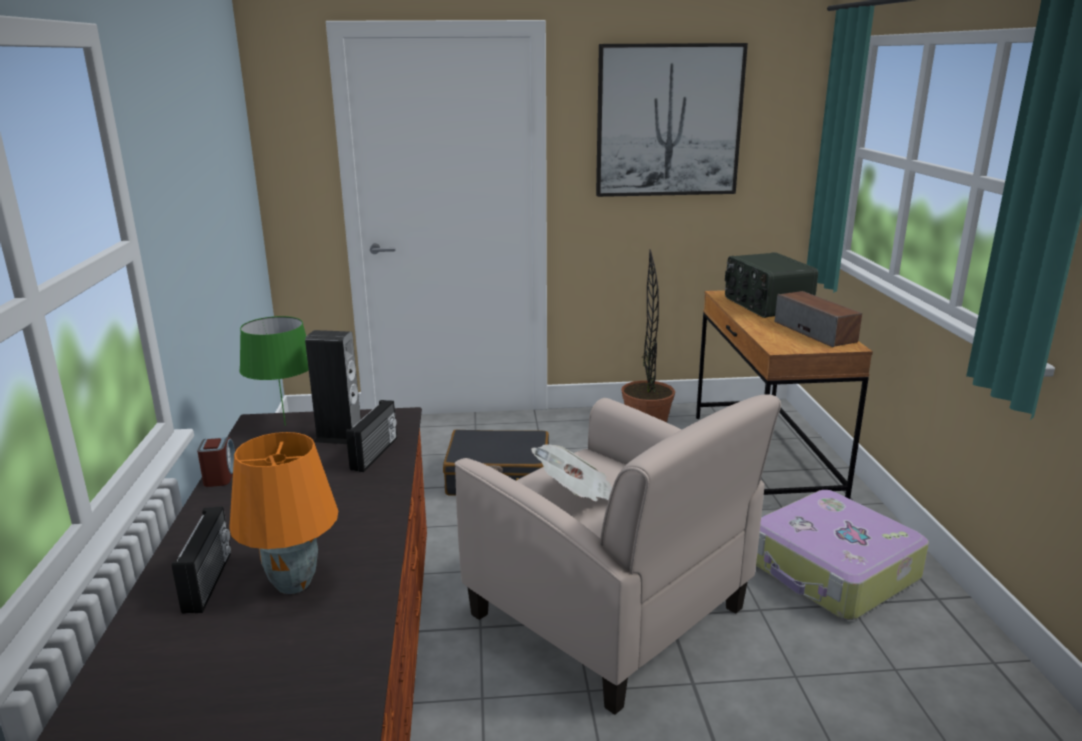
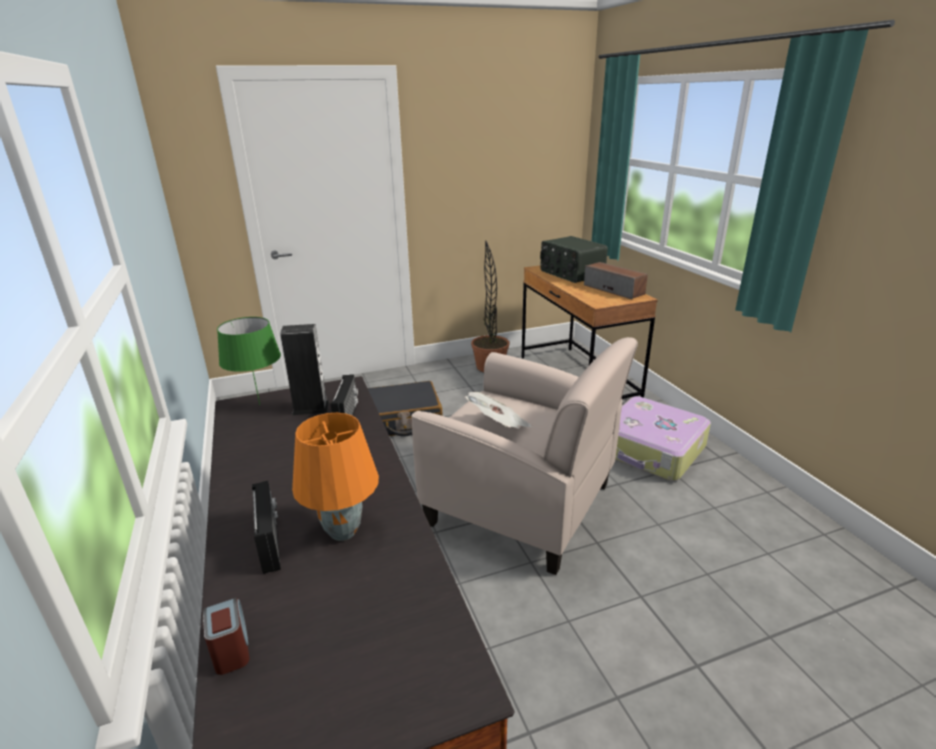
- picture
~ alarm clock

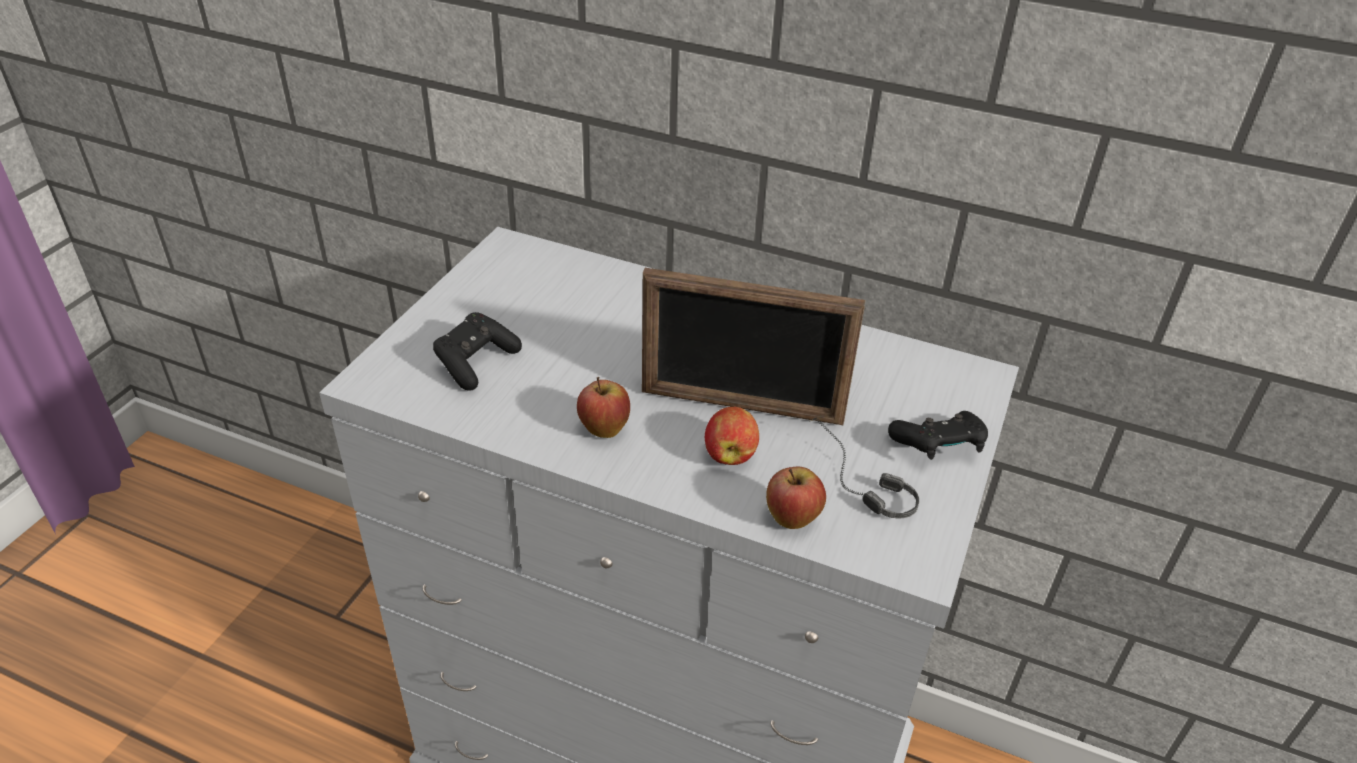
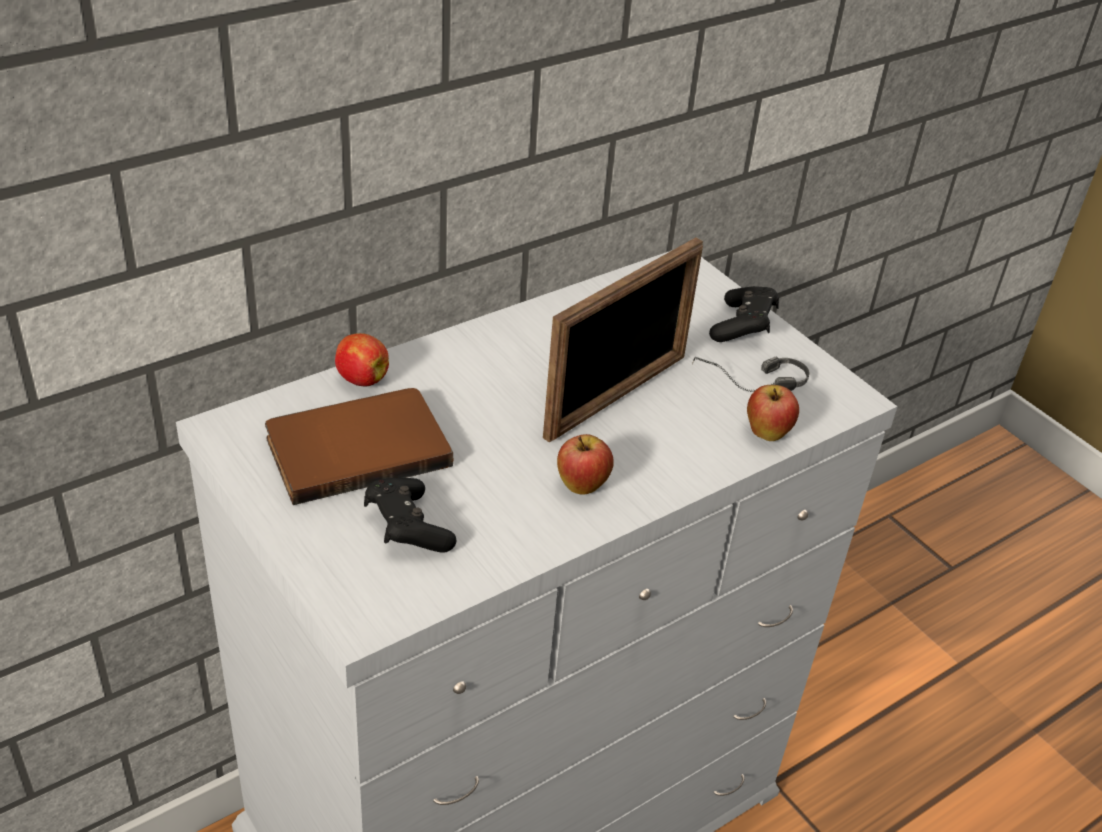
+ brown book
~ apple (no. 2 from left in the first image) to apple (no. 1 from left)

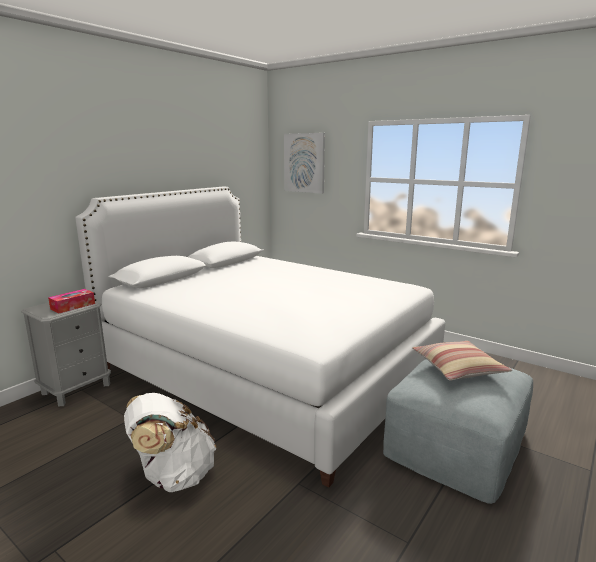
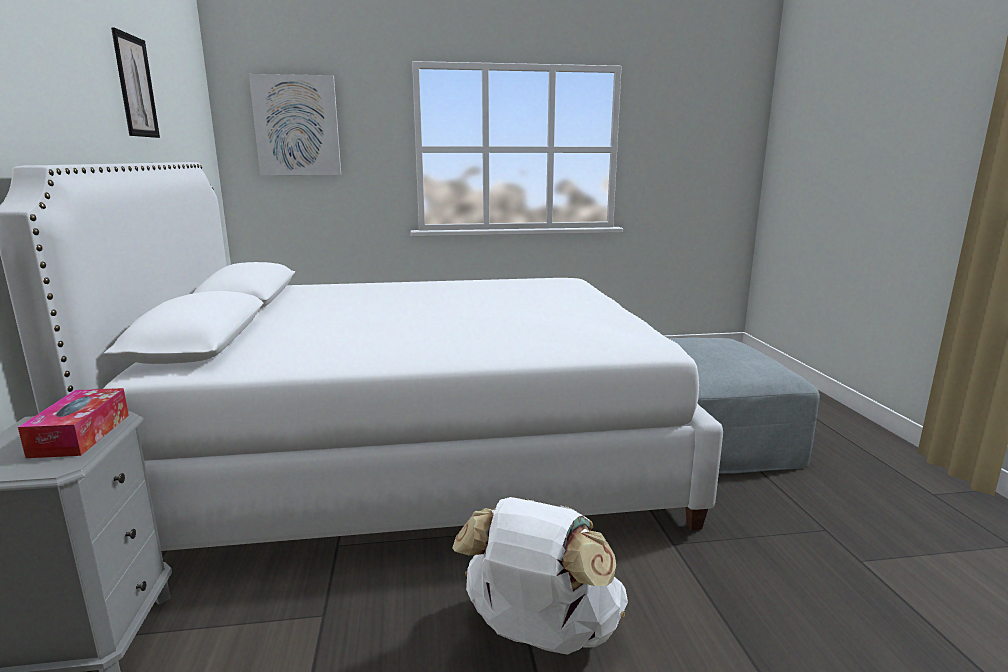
- pillow
+ picture (no. 1 from left)

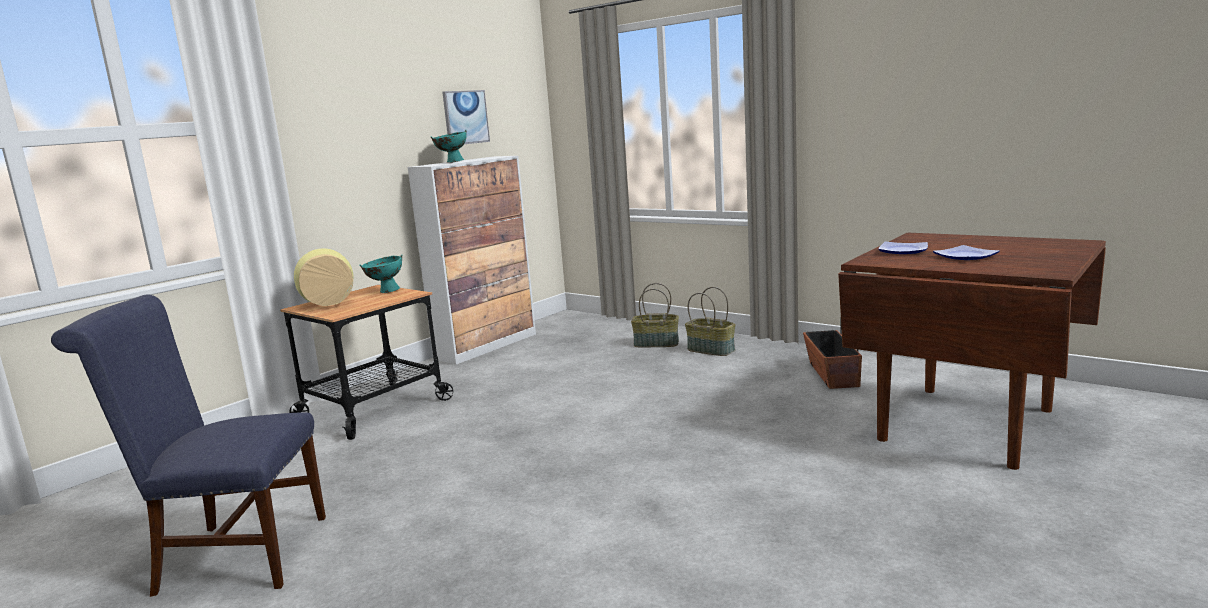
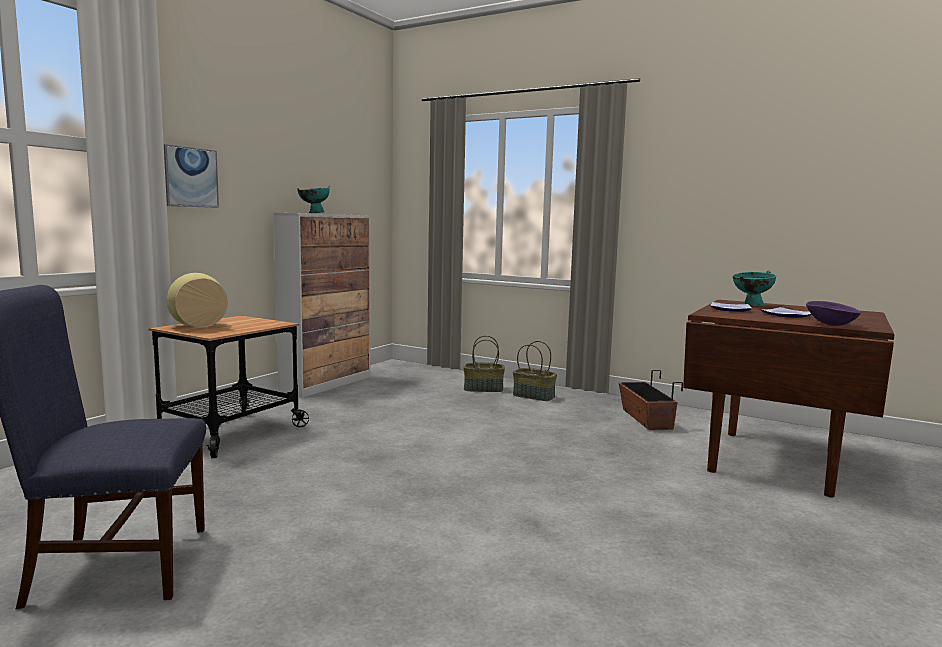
+ purple bowl
~ turquoise bowl (no. 1 from left in the first image) to turquoise bowl (no. 2 from left)
~ picture

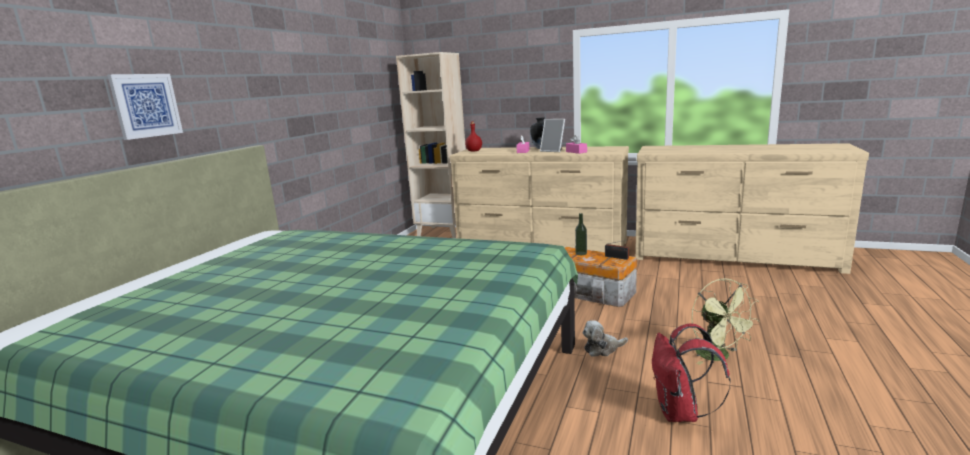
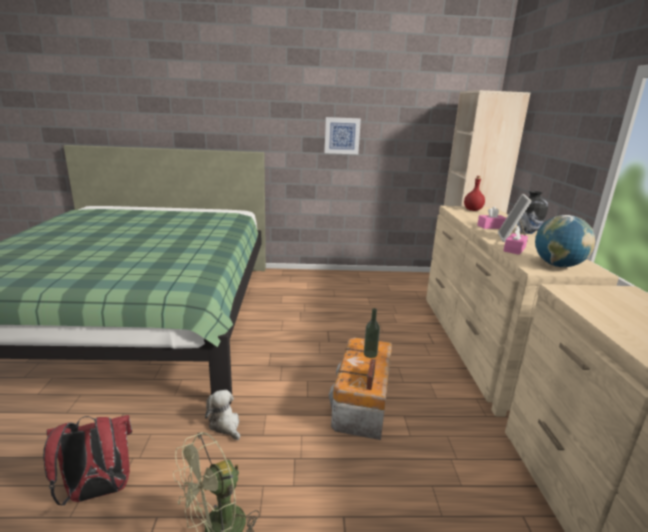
+ globe
~ picture

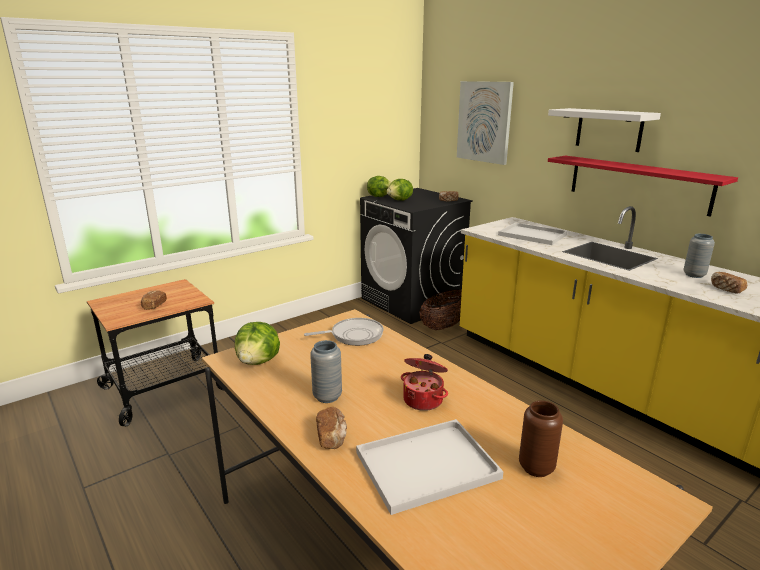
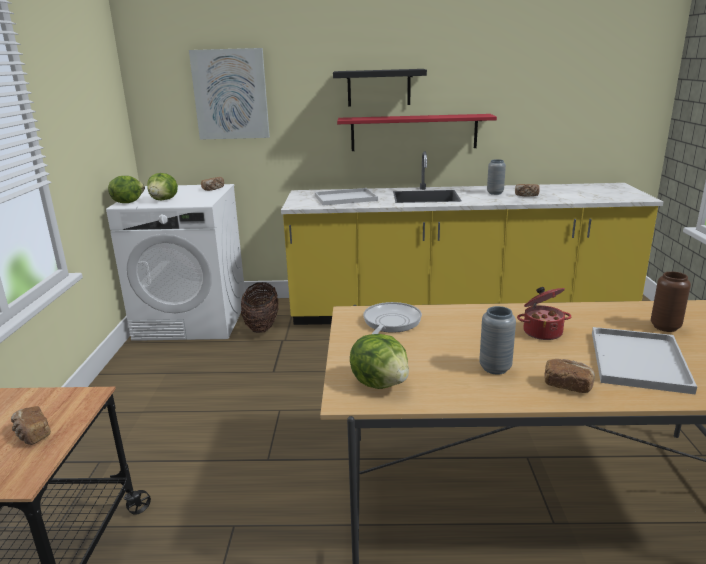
~ black washing machine to white washing machine
~ white shelf to black shelf

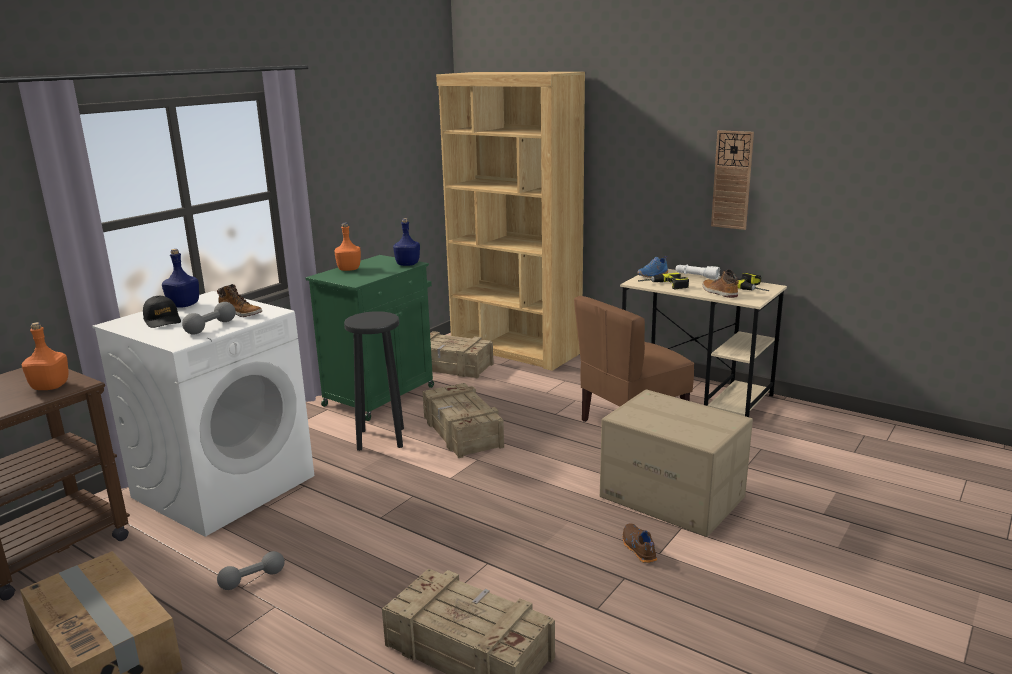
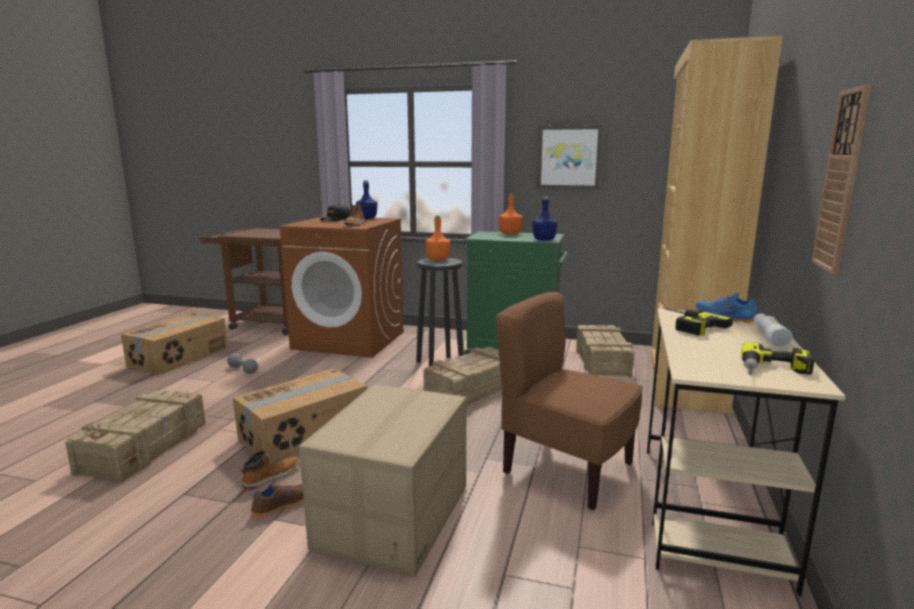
- grey dumbbell (no. 1 from left)
+ cardboard box (no. 2 from left)
+ picture
~ orange bottle (no. 1 from left)
~ boot (no. 2 from left in the first image) to boot (no. 1 from left)
~ white washing machine to brown washing machine

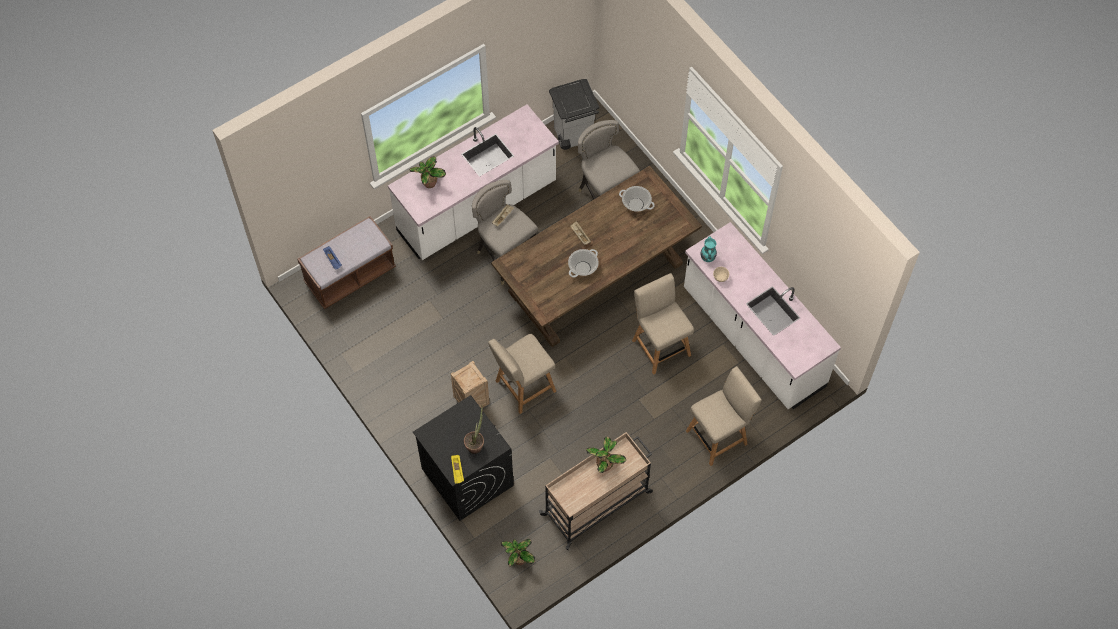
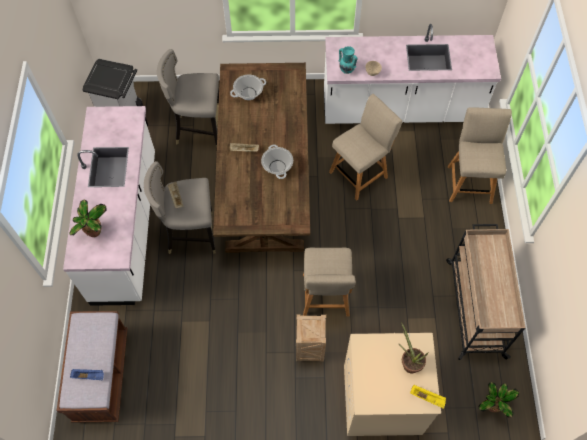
- potted plant (no. 4 from left)
~ black washing machine to beige washing machine
~ beige chair (no. 2 from left) 135 degrees clockwise

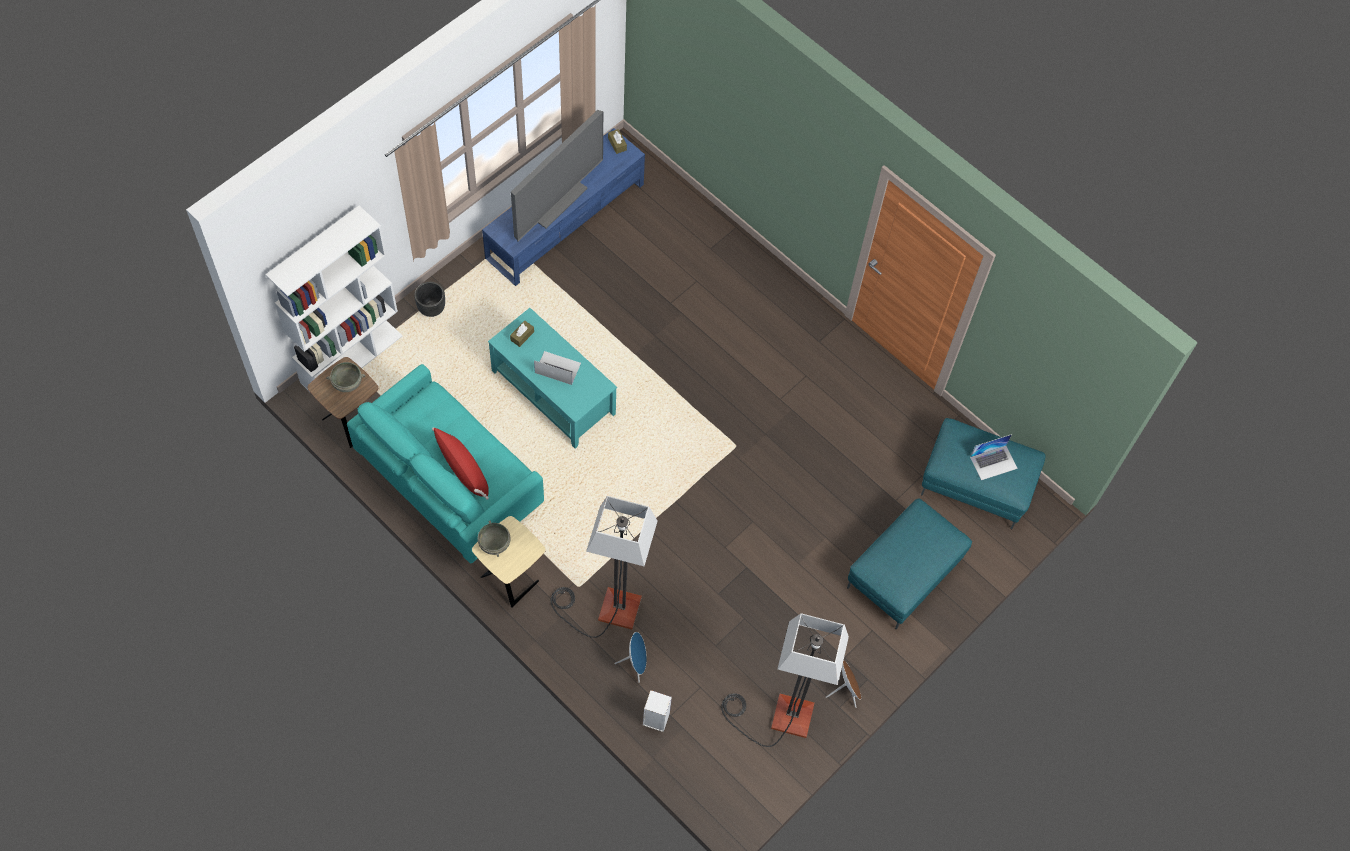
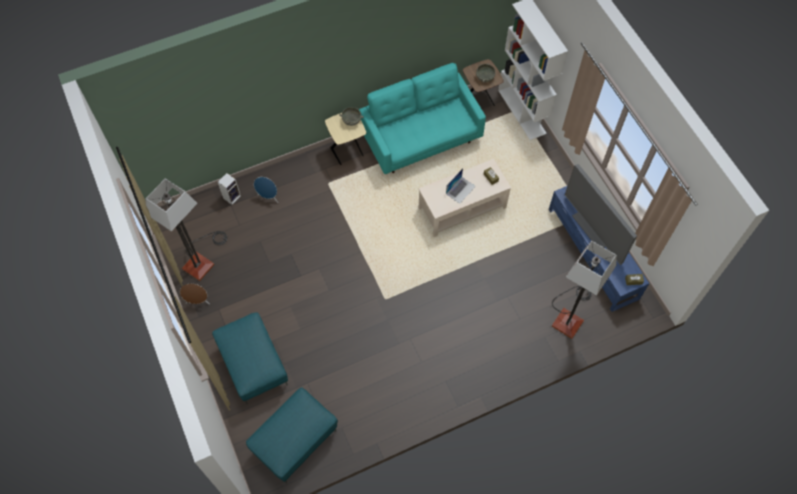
- black planter
- red pillow
- laptop (no. 2 from left)
~ floor lamp (no. 1 from left in the first image) to floor lamp (no. 2 from left)
~ turquoise coffee table to beige coffee table

